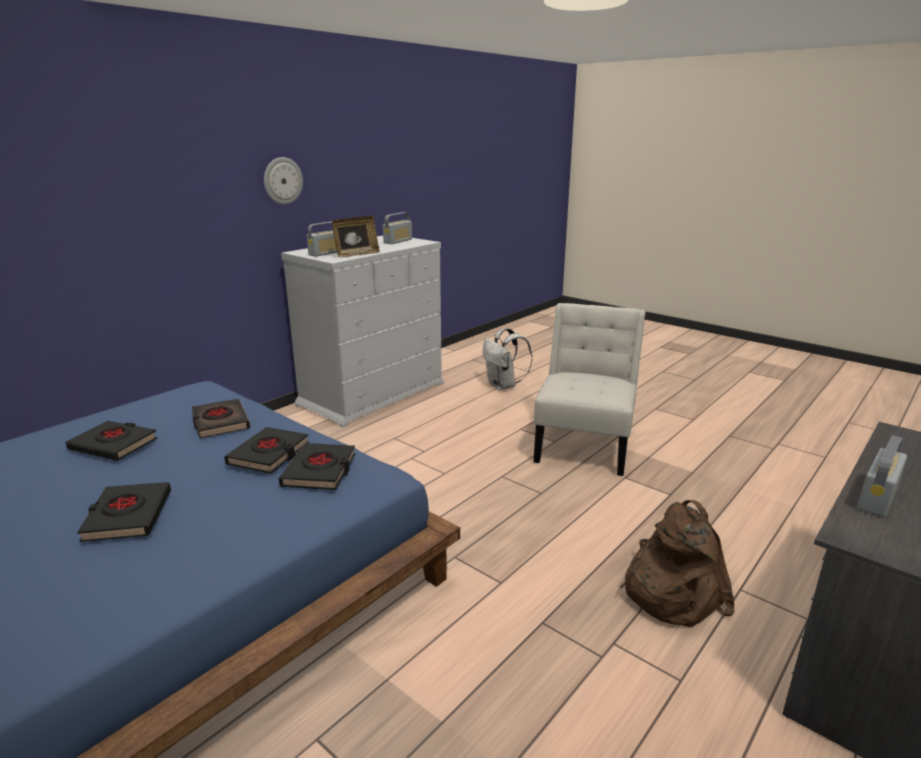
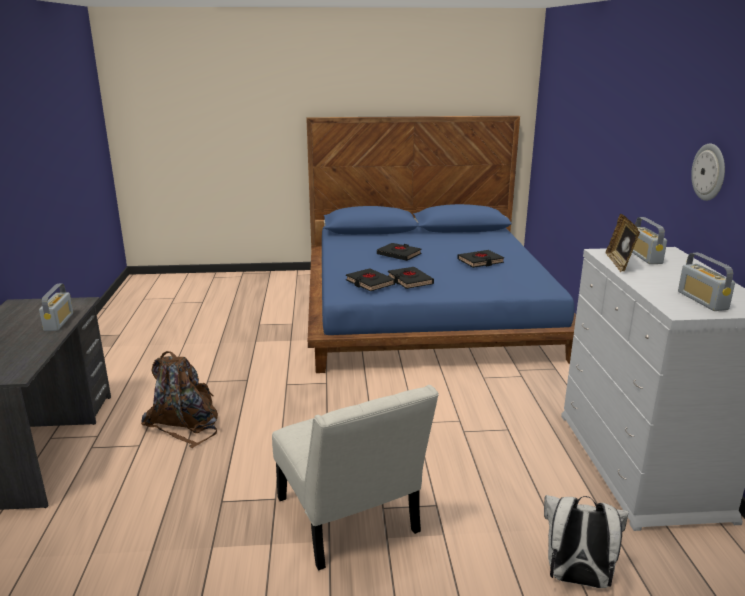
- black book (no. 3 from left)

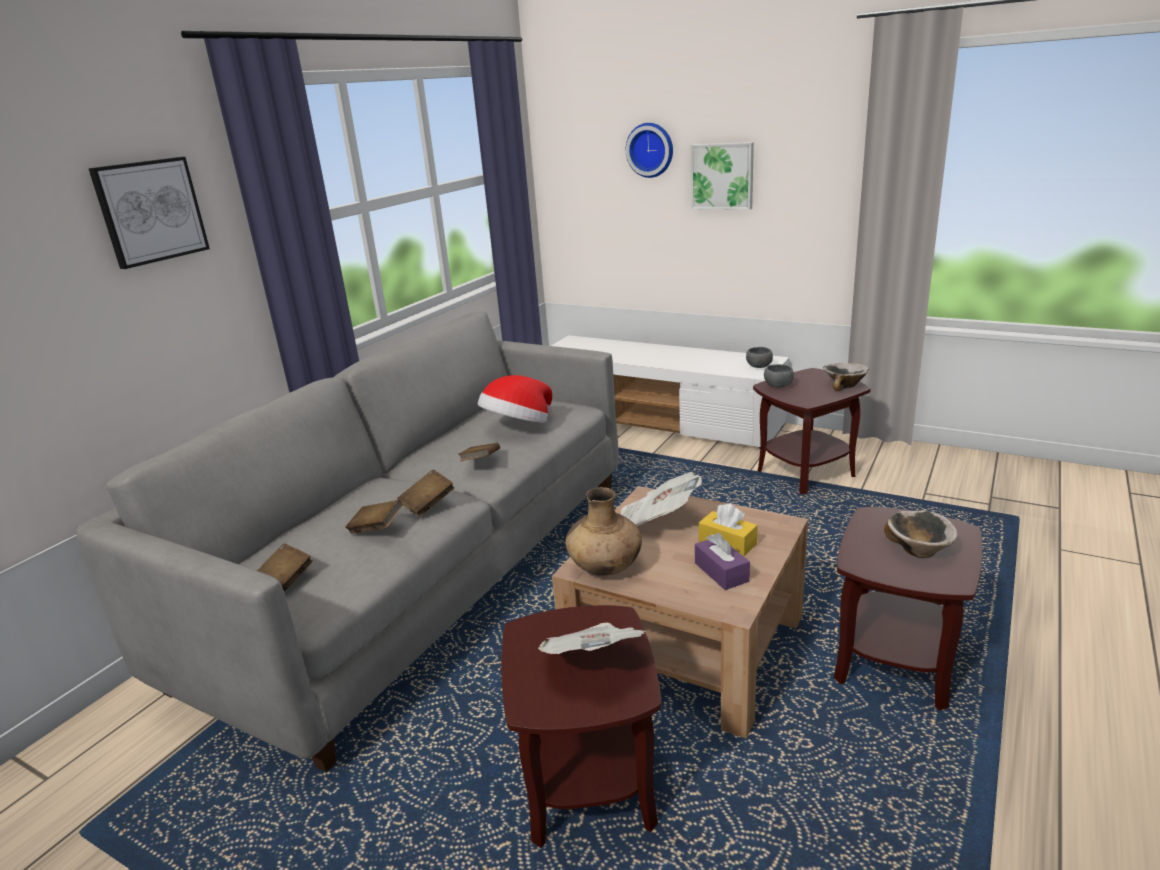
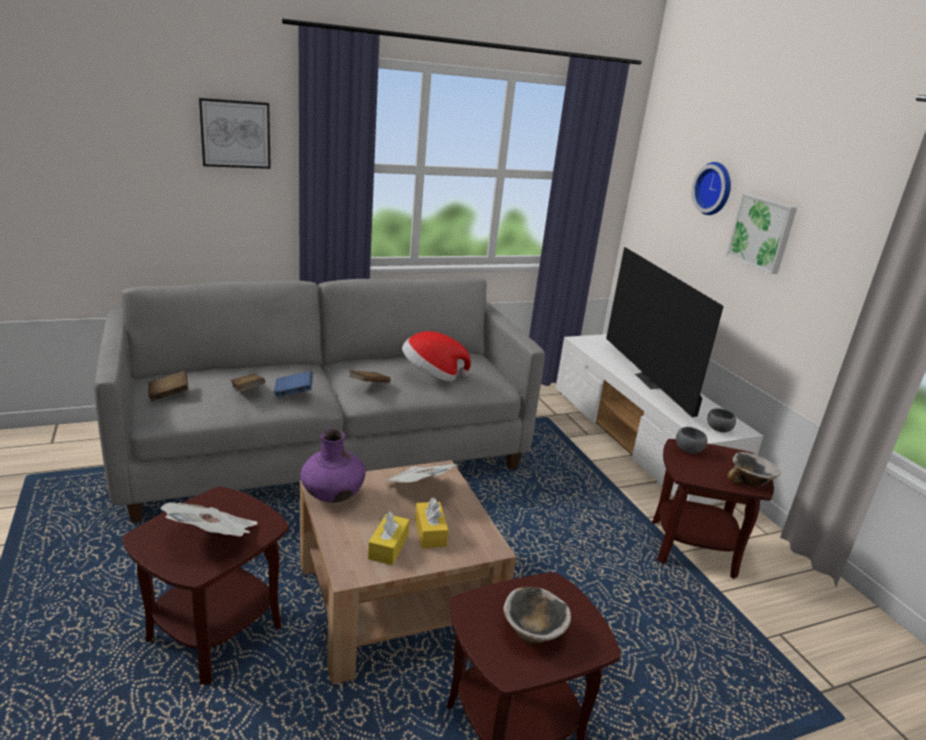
+ television
~ brown book (no. 3 from left) to blue book
~ brown vase to purple vase
~ purple tissue box to yellow tissue box (no. 1 from left)

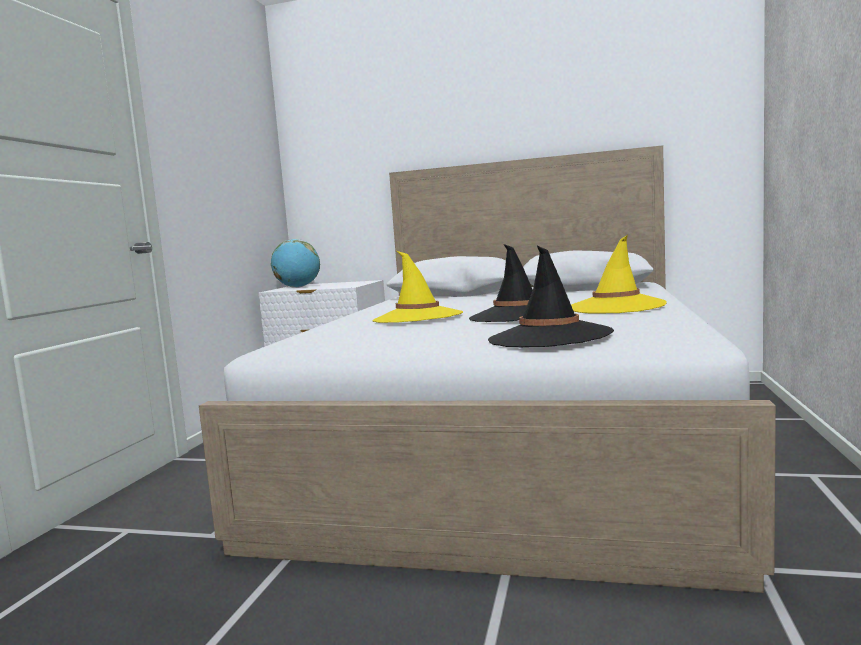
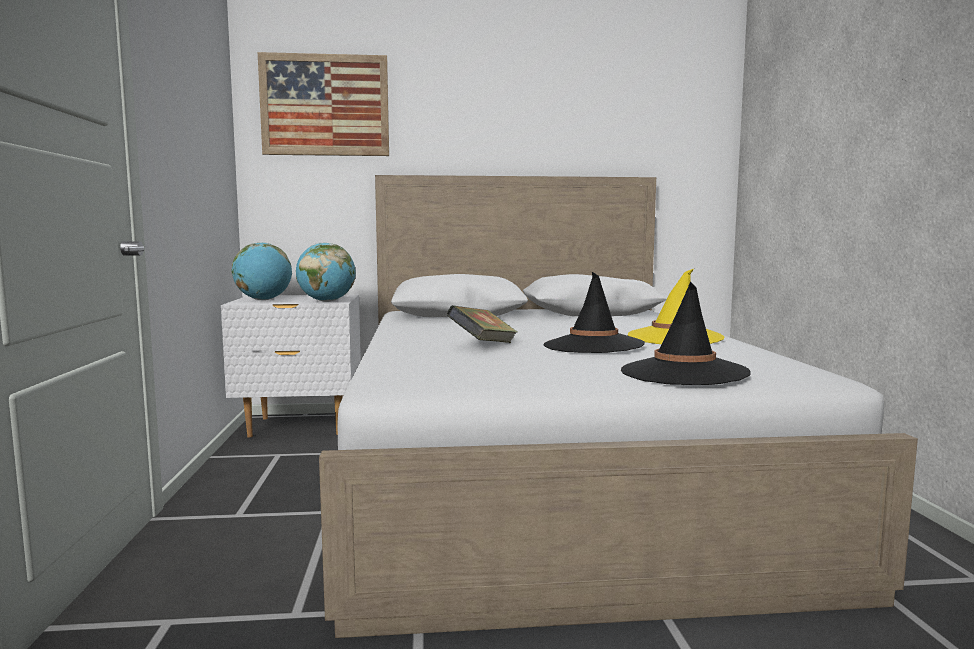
+ picture
+ globe (no. 2 from left)
~ yellow hat (no. 1 from left) to book

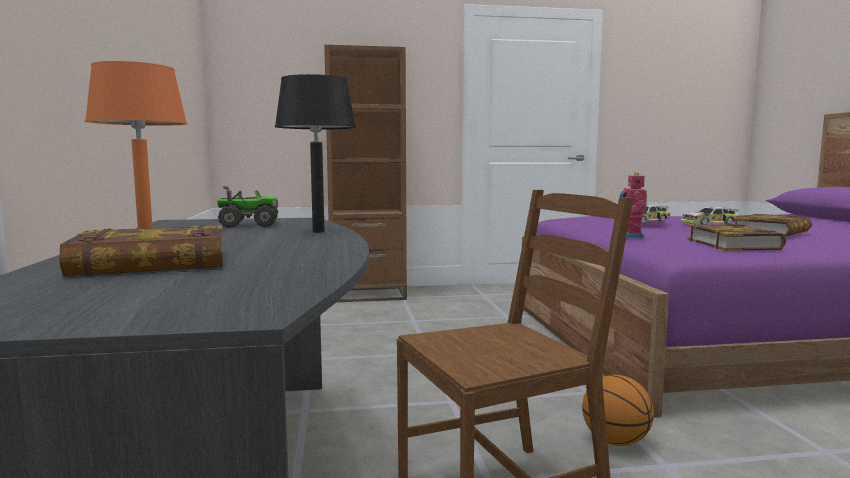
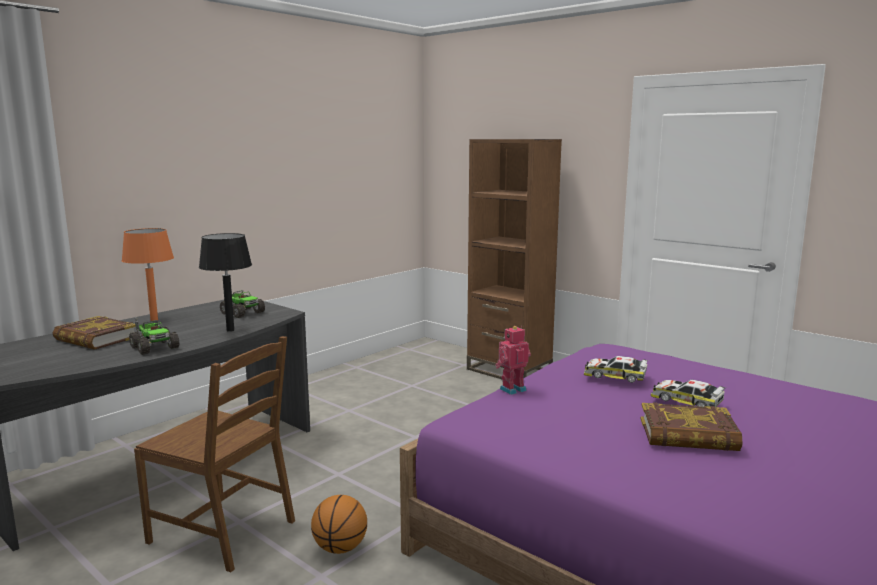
- book (no. 2 from left)
+ toy truck (no. 1 from left)

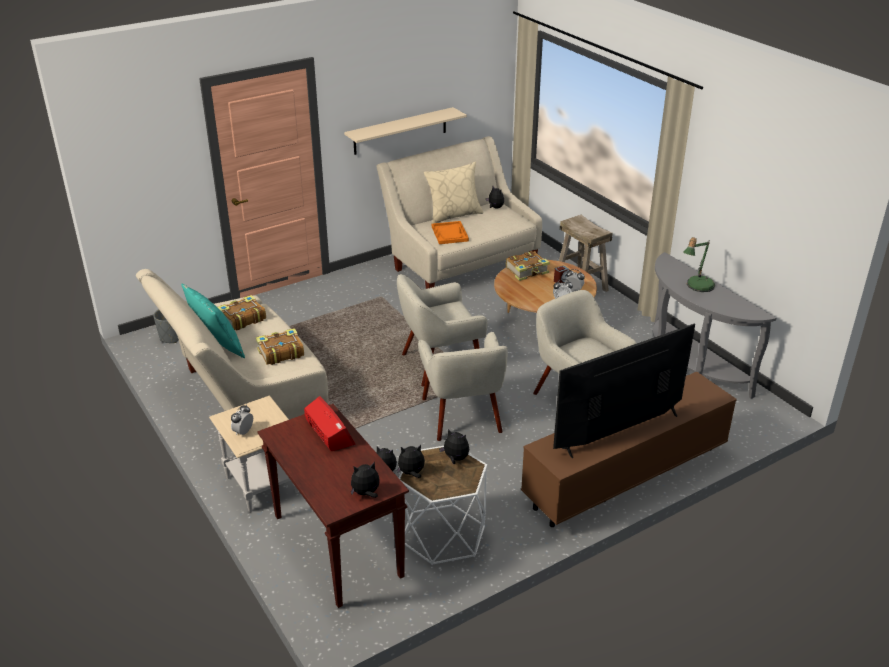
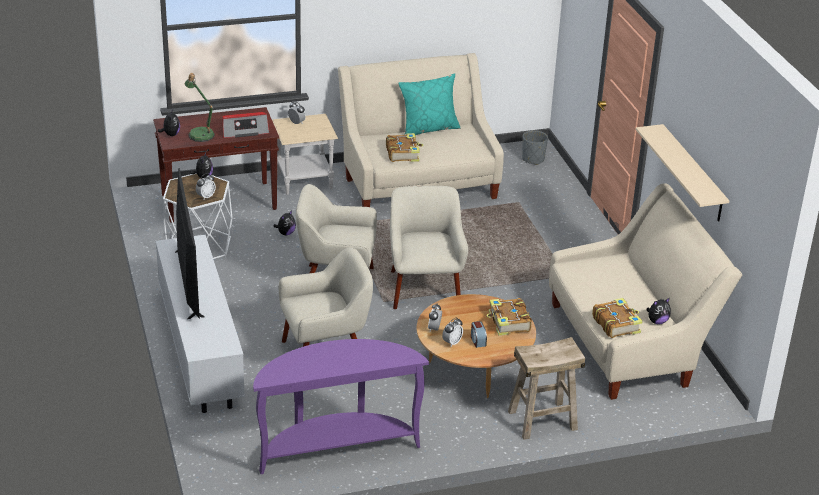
- beige pillow
- orange tray
~ book (no. 1 from left in the first image) to book (no. 3 from left)
~ table lamp
~ plush toy (no. 4 from left) to alarm clock (no. 1 from left)
~ brown tv stand to white tv stand
~ grey console table to purple console table

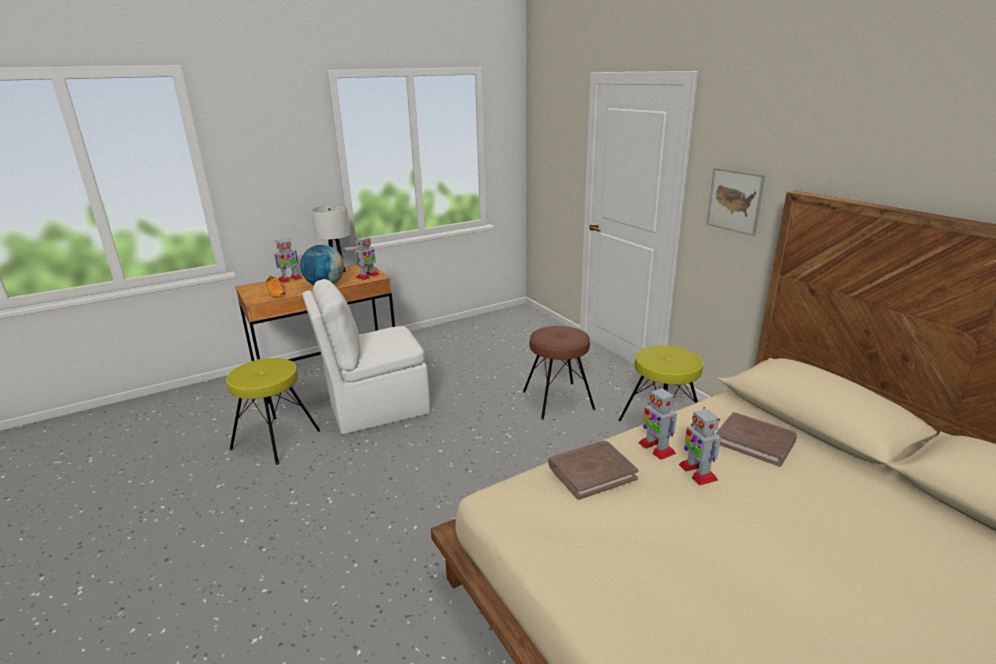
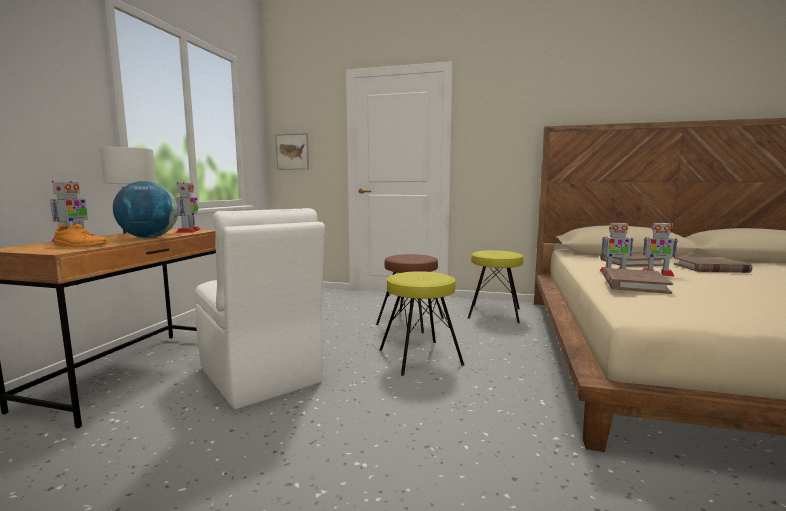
+ brown book (no. 3 from left)
~ yellow stool (no. 1 from left)
~ picture
~ white chair 60 degrees counterclockwise

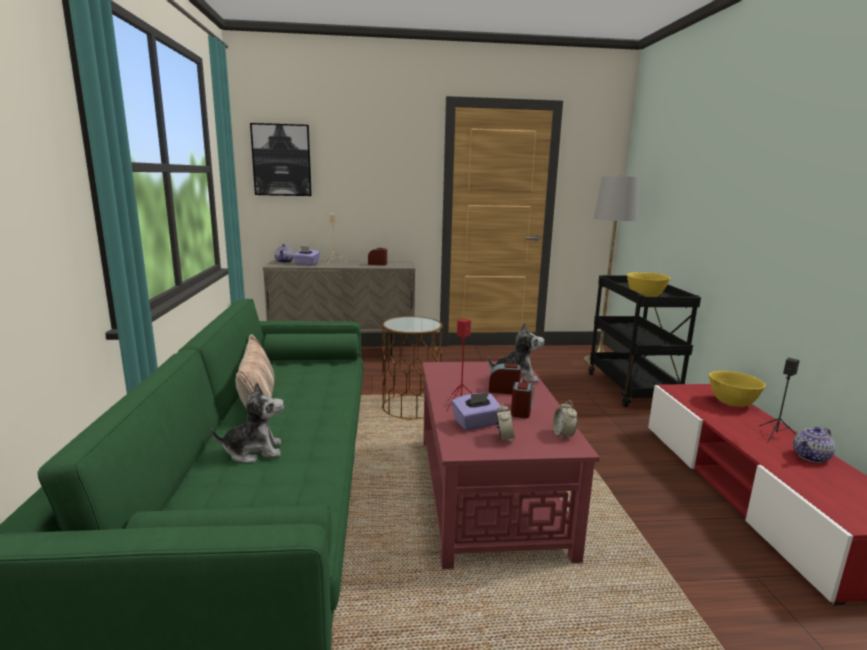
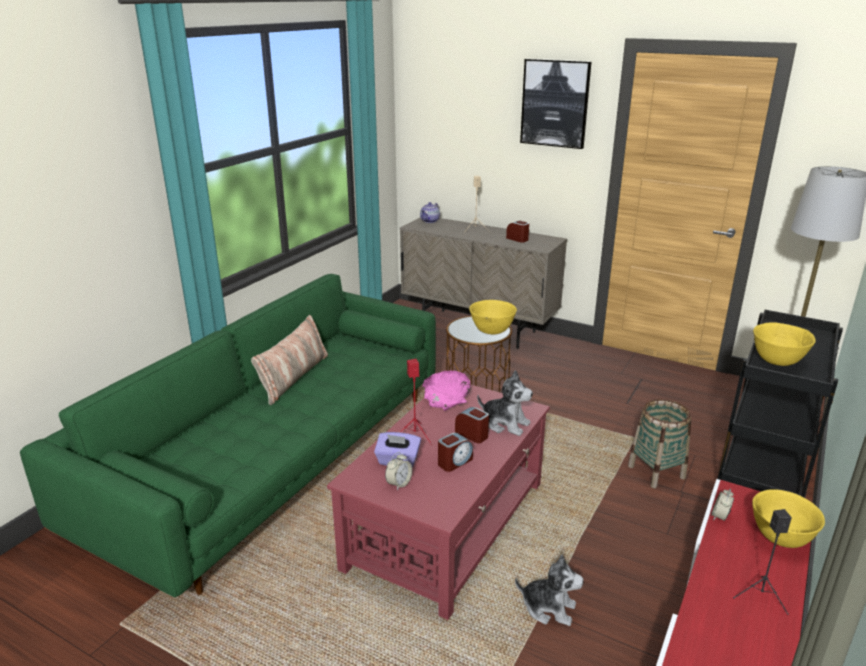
- purple tissue box (no. 1 from left)
- teapot (no. 2 from left)
+ pink bowl
+ yellow bowl (no. 1 from left)
+ basket
~ plush toy (no. 1 from left in the first image) to plush toy (no. 2 from left)
~ picture
~ alarm clock (no. 5 from left)

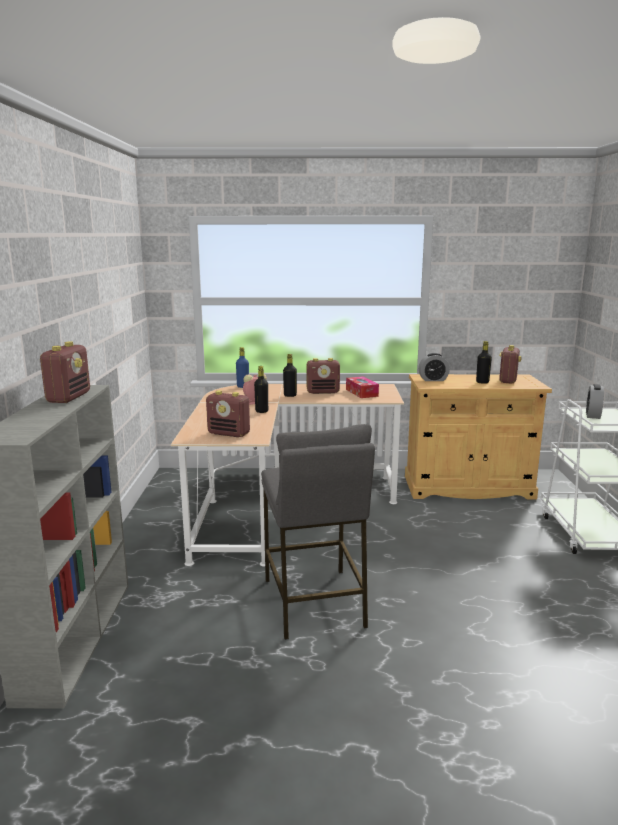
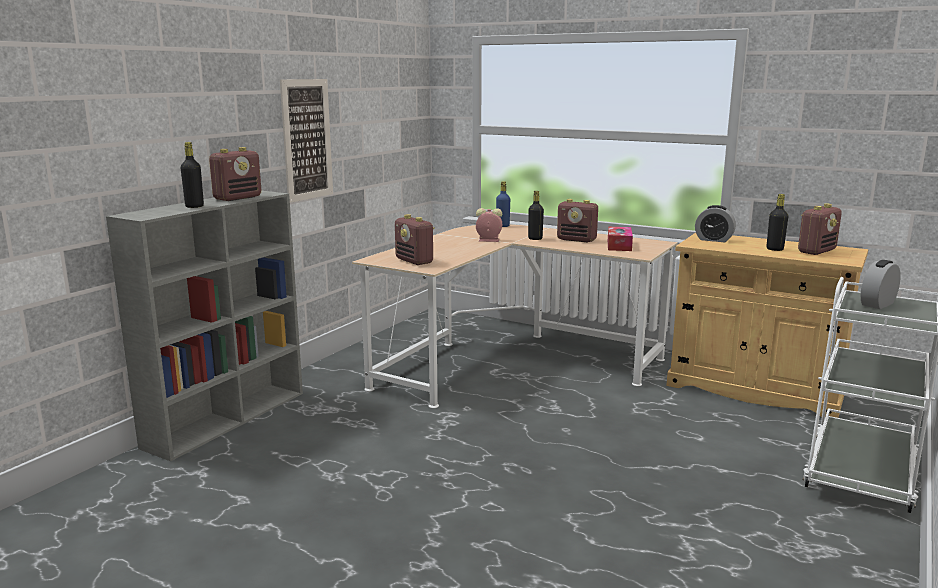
- grey stool
+ picture
~ black bottle (no. 1 from left)

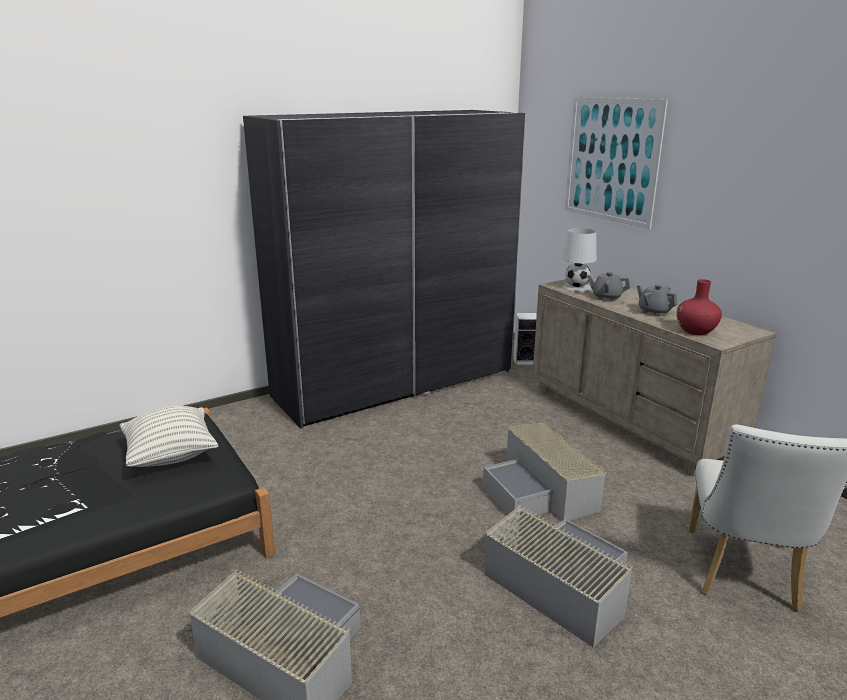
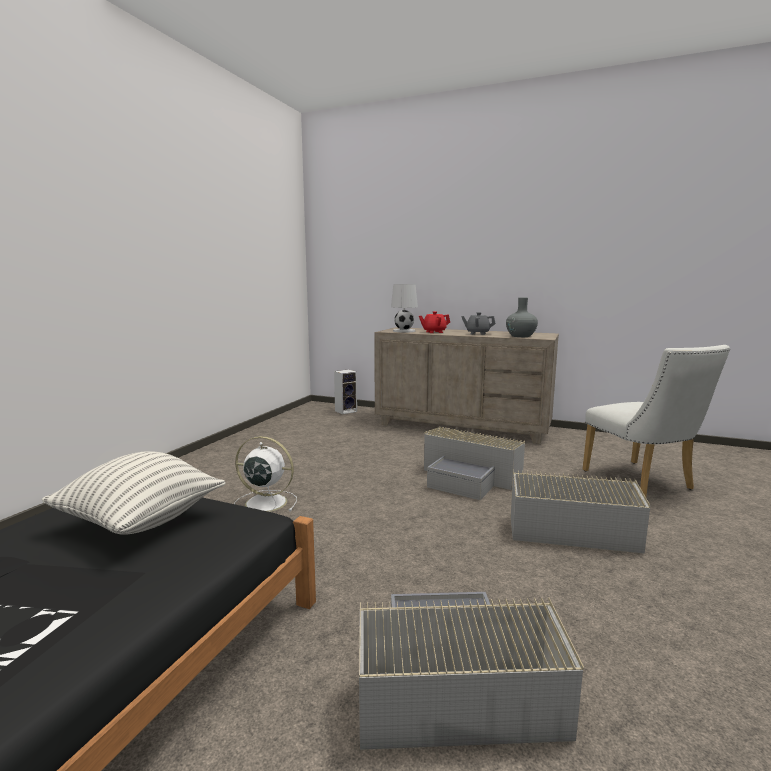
- grey wardrobe
- picture
+ white fan
~ grey teapot (no. 1 from left) to red teapot
~ red vase to grey vase

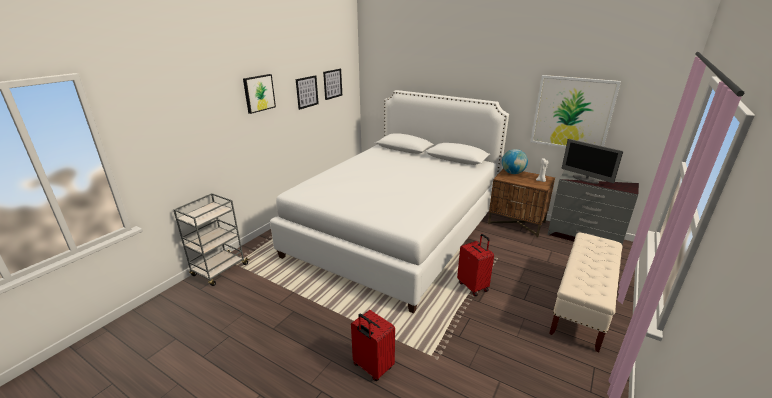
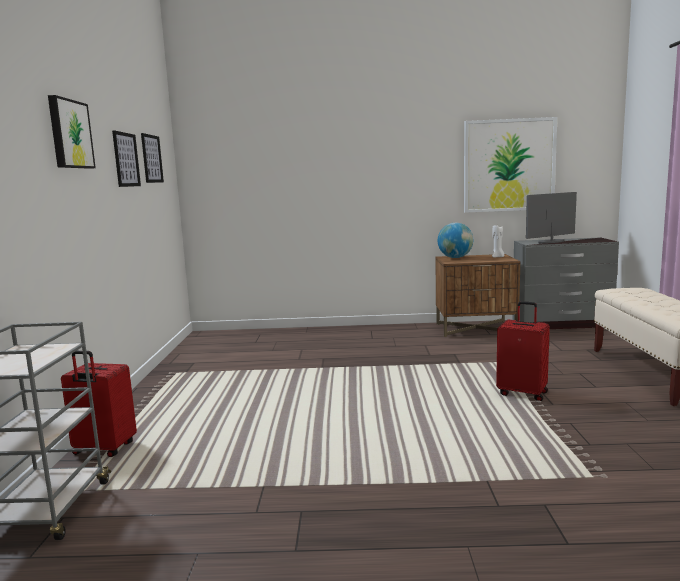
- white bed
~ red suitcase (no. 1 from left)
~ monitor 135 degrees clockwise

